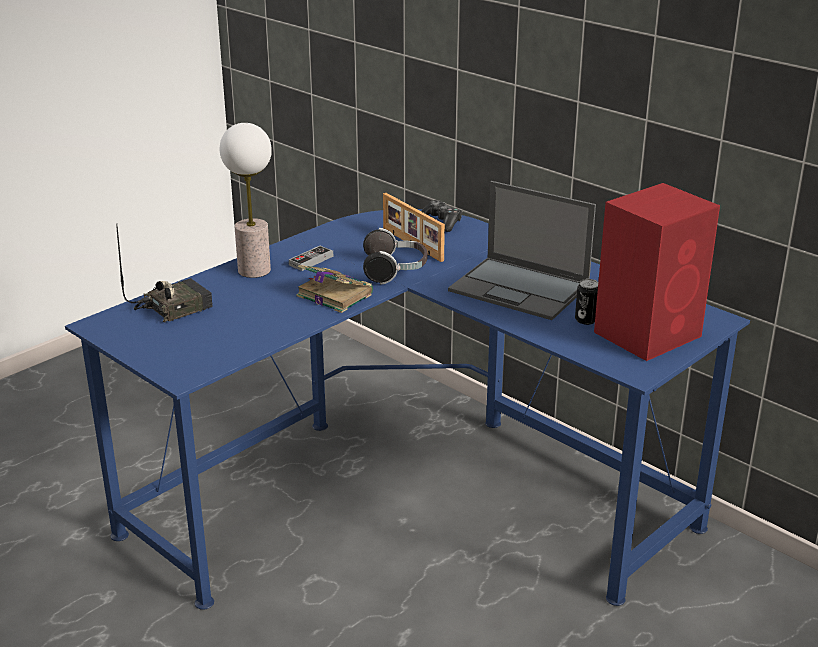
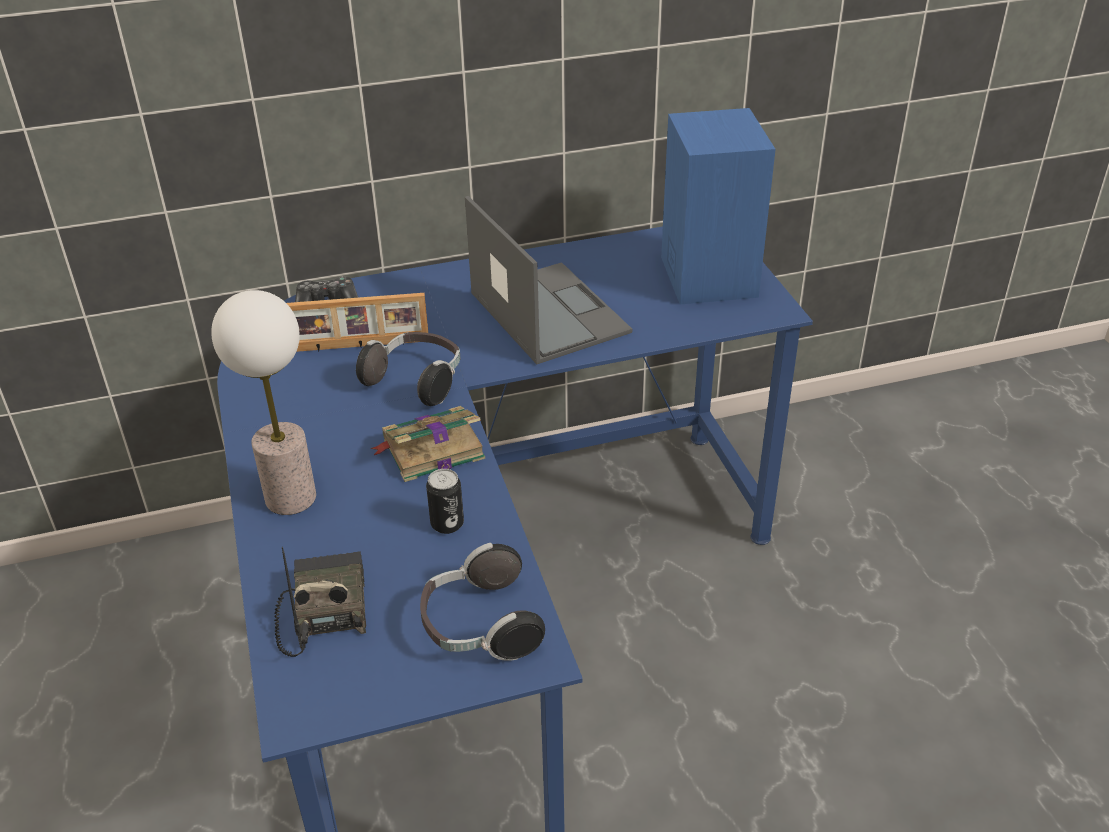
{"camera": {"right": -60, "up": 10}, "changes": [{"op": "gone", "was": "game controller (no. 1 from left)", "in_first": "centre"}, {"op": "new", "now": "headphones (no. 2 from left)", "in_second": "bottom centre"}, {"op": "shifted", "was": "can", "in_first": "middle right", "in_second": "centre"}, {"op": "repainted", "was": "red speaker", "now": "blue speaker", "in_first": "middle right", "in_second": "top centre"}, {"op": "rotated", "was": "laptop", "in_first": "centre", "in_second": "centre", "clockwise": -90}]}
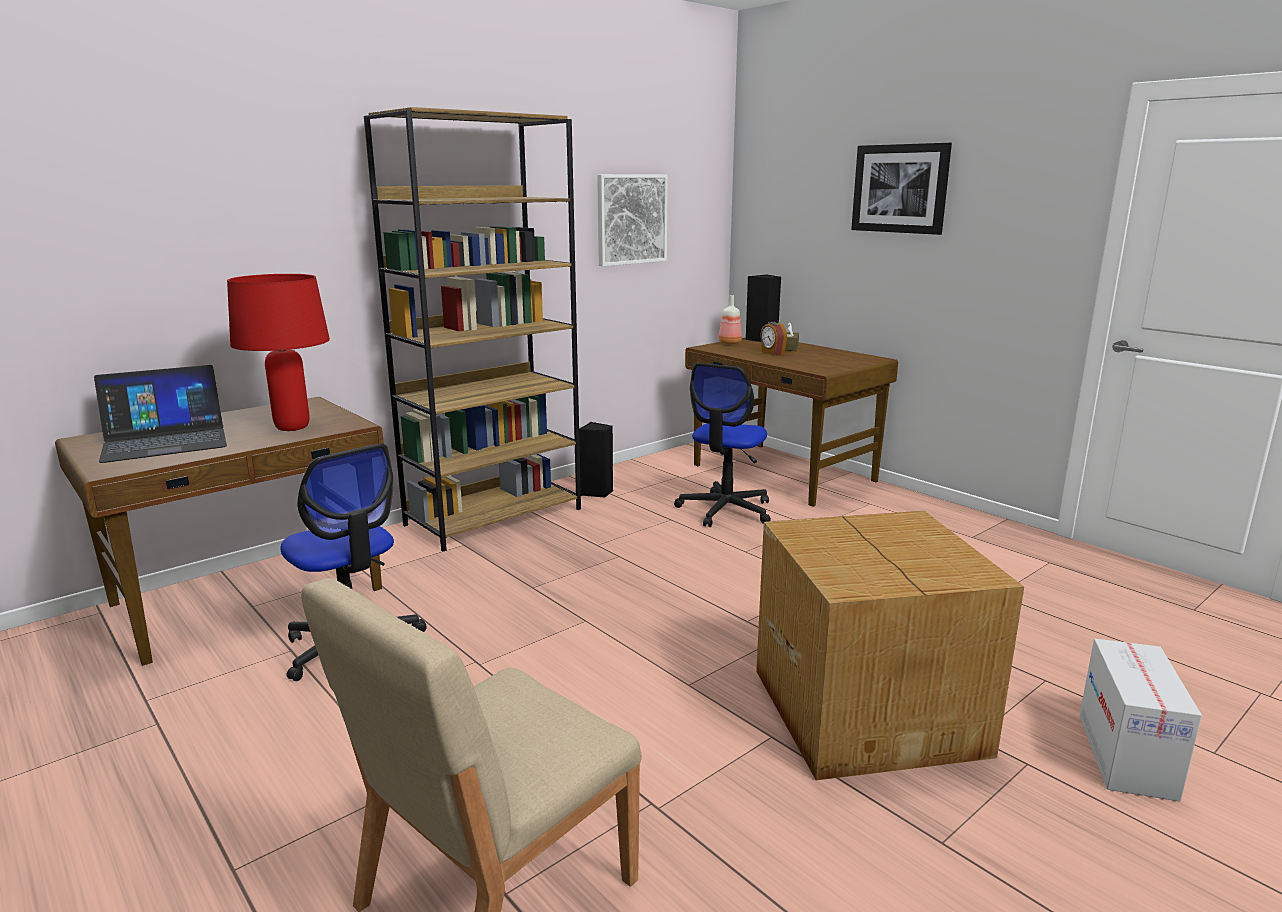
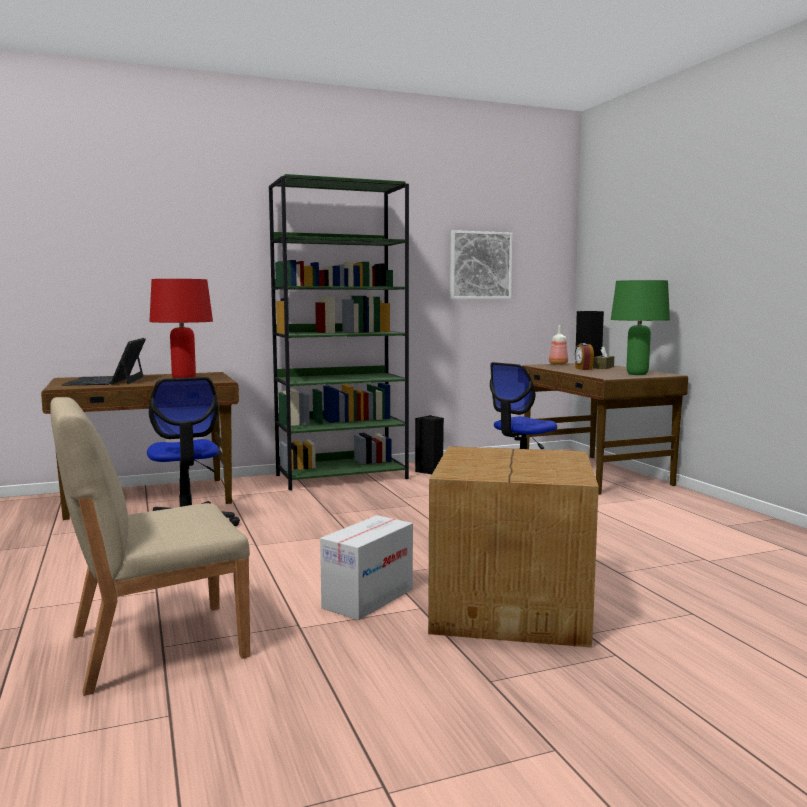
{"camera": {"right": 20, "up": -10}, "changes": [{"op": "gone", "was": "picture (no. 2 from left)", "in_first": "top right"}, {"op": "new", "now": "green table lamp", "in_second": "middle right"}, {"op": "shifted", "was": "cardboard box (no. 2 from left in the first image)", "now": "cardboard box (no. 1 from left)", "in_first": "bottom right", "in_second": "bottom centre"}, {"op": "repainted", "was": "brown bookcase", "now": "green bookcase", "in_first": "centre", "in_second": "centre"}, {"op": "rotated", "was": "laptop", "in_first": "middle left", "in_second": "middle left", "clockwise": 90}]}
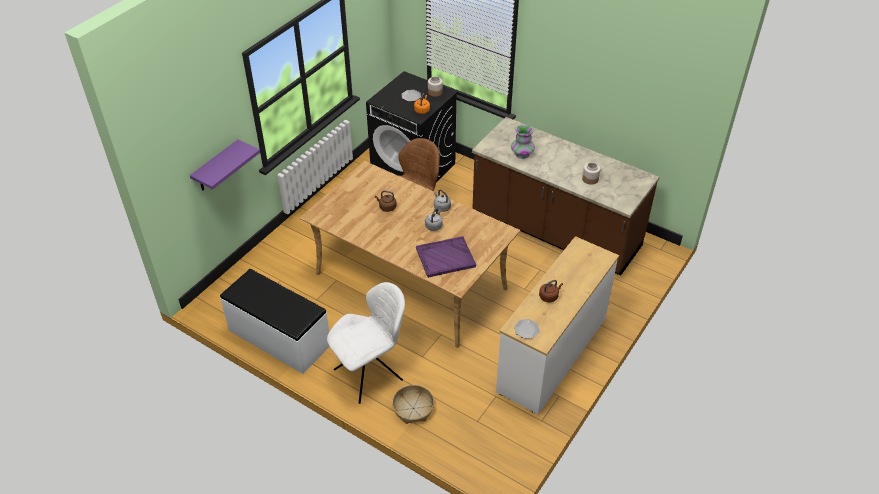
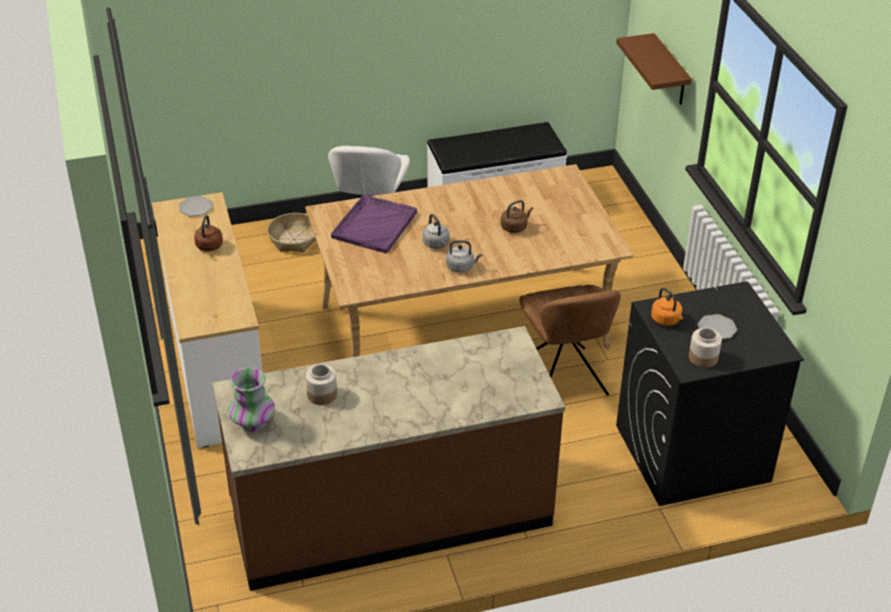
{"camera": {"right": 130, "up": -5}, "changes": [{"op": "shifted", "was": "vase", "in_first": "top centre", "in_second": "middle left"}, {"op": "repainted", "was": "purple shelf", "now": "brown shelf", "in_first": "middle left", "in_second": "top right"}]}
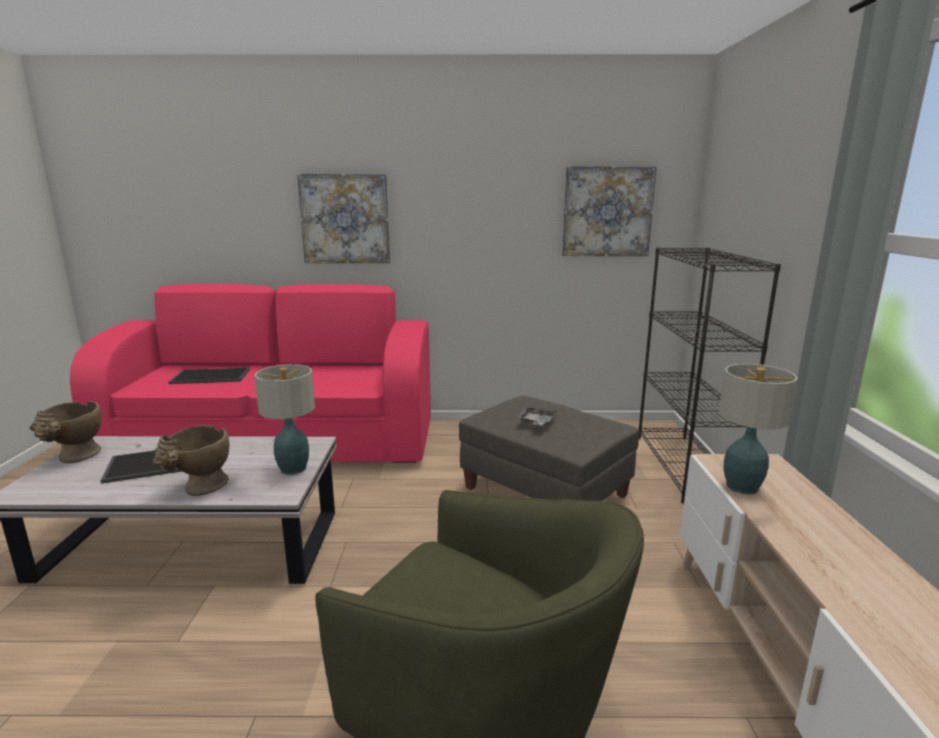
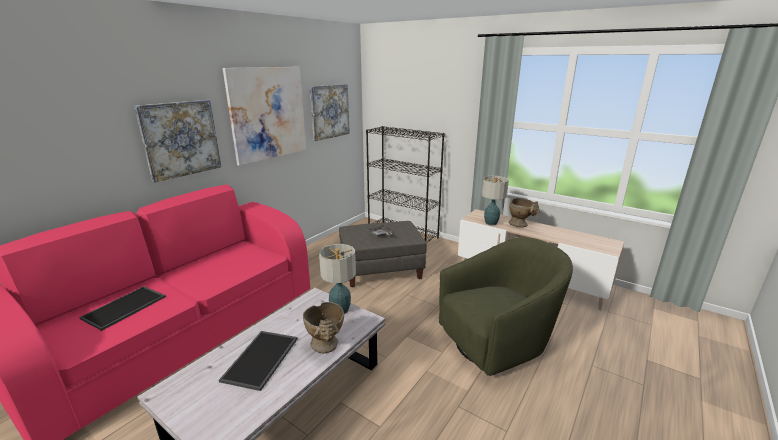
{"camera": {"right": -55, "up": 5}, "changes": [{"op": "new", "now": "picture (no. 2 from left)", "in_second": "top centre"}, {"op": "shifted", "was": "beige vase (no. 1 from left in the first image)", "now": "beige vase (no. 2 from left)", "in_first": "middle left", "in_second": "middle right"}]}
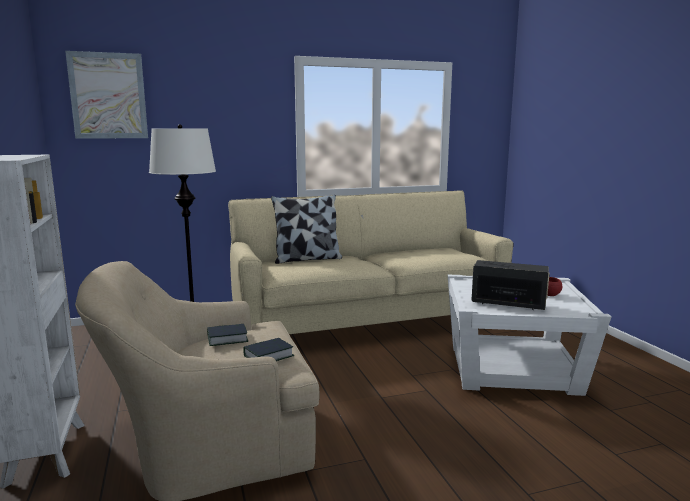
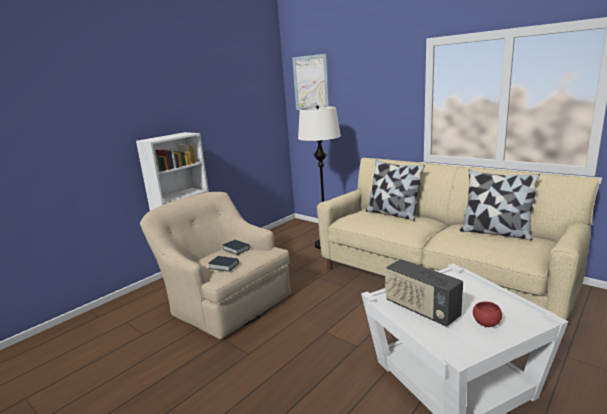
{"camera": {"right": 60, "up": 5}, "changes": [{"op": "new", "now": "pillow (no. 2 from left)", "in_second": "middle right"}, {"op": "rotated", "was": "radio", "in_first": "middle right", "in_second": "bottom right", "clockwise": 150}]}
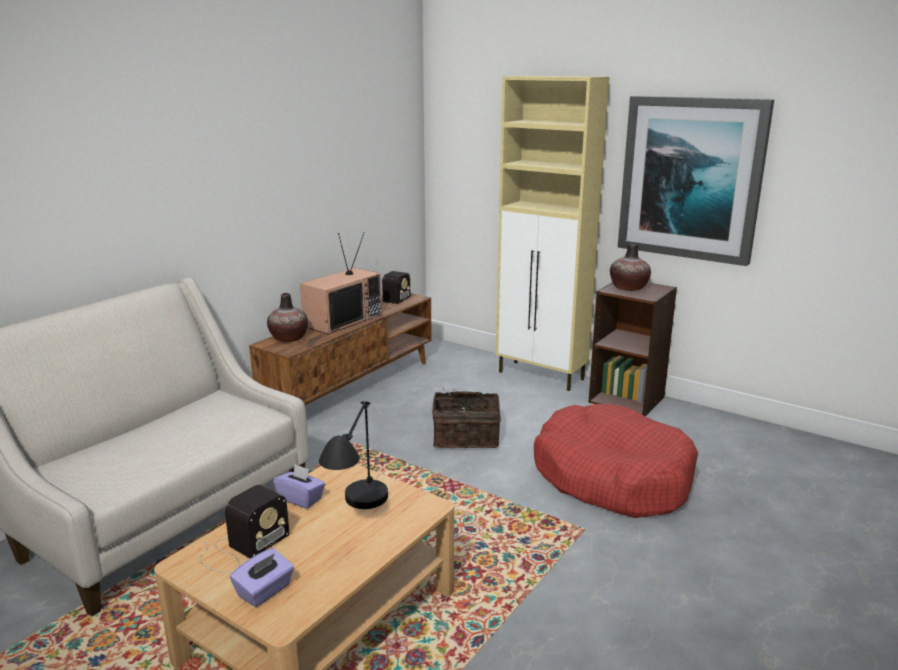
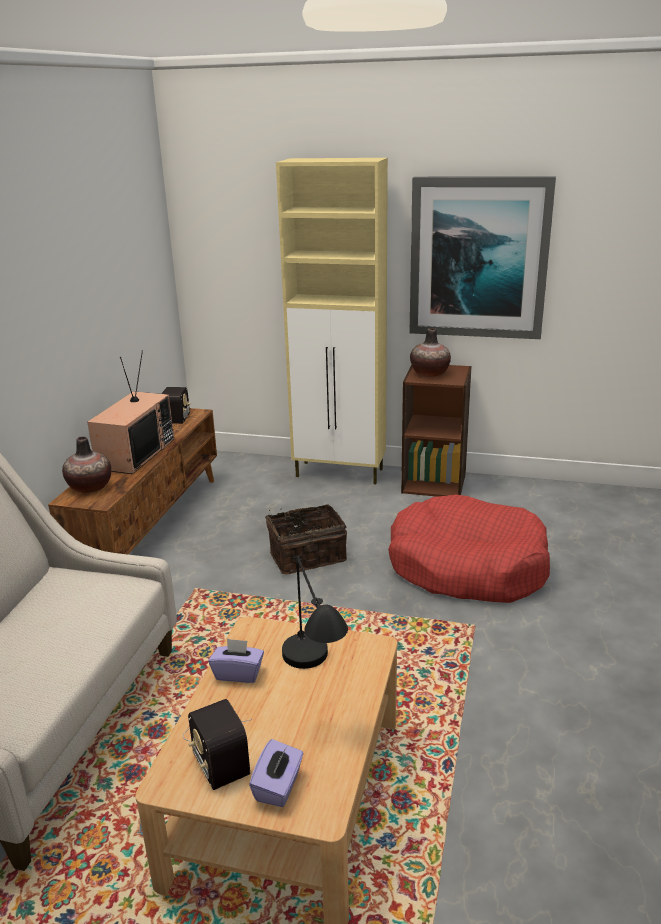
{"camera": {"right": -20, "up": 5}, "changes": [{"op": "rotated", "was": "radio (no. 1 from left in the first image)", "in_first": "bottom left", "in_second": "bottom left", "clockwise": 135}]}
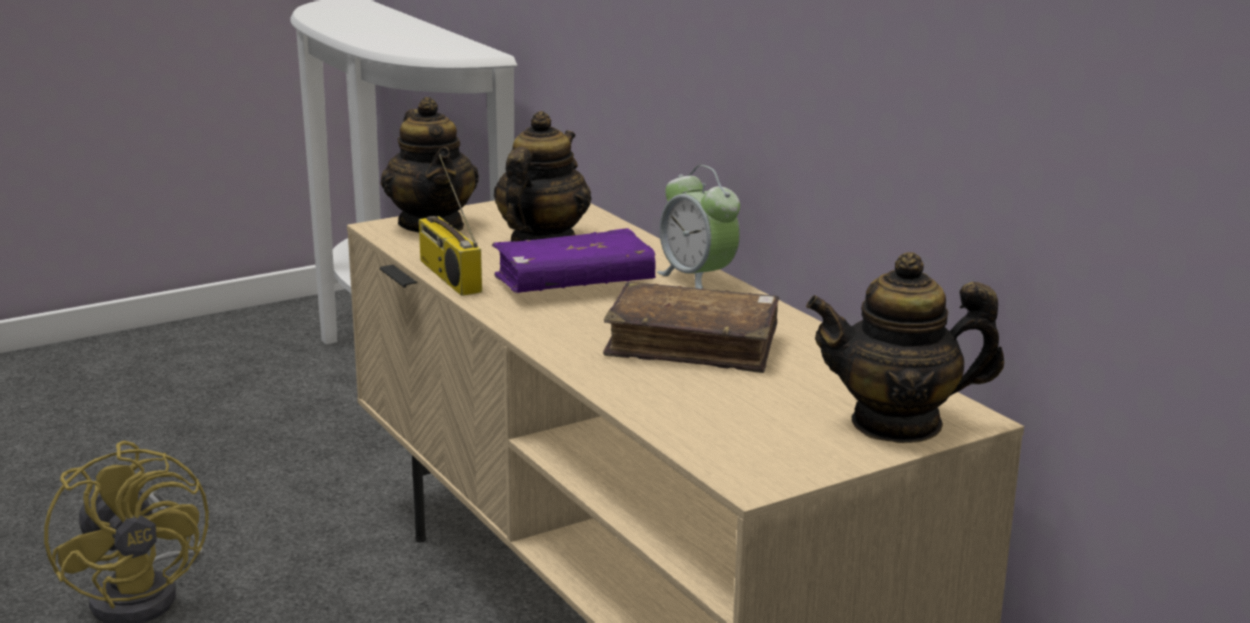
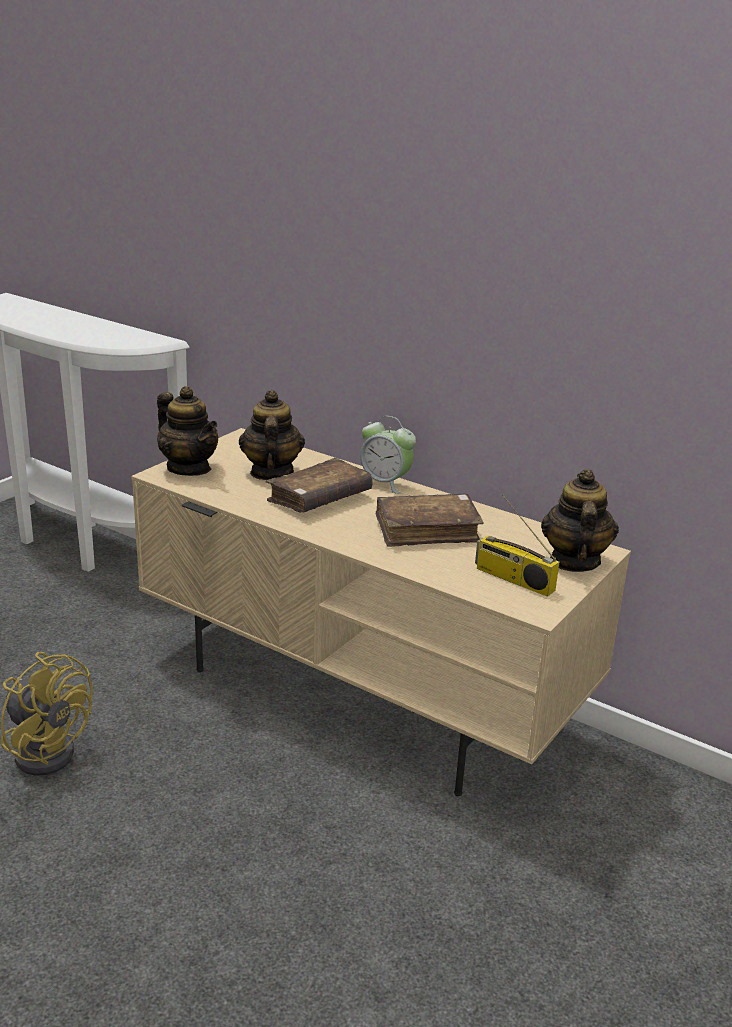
{"camera": {"right": -25, "up": 5}, "changes": [{"op": "shifted", "was": "radio", "in_first": "centre", "in_second": "middle right"}, {"op": "repainted", "was": "purple book", "now": "brown book (no. 1 from left)", "in_first": "centre", "in_second": "centre"}, {"op": "rotated", "was": "teapot (no. 3 from left)", "in_first": "middle right", "in_second": "middle right", "clockwise": 120}]}
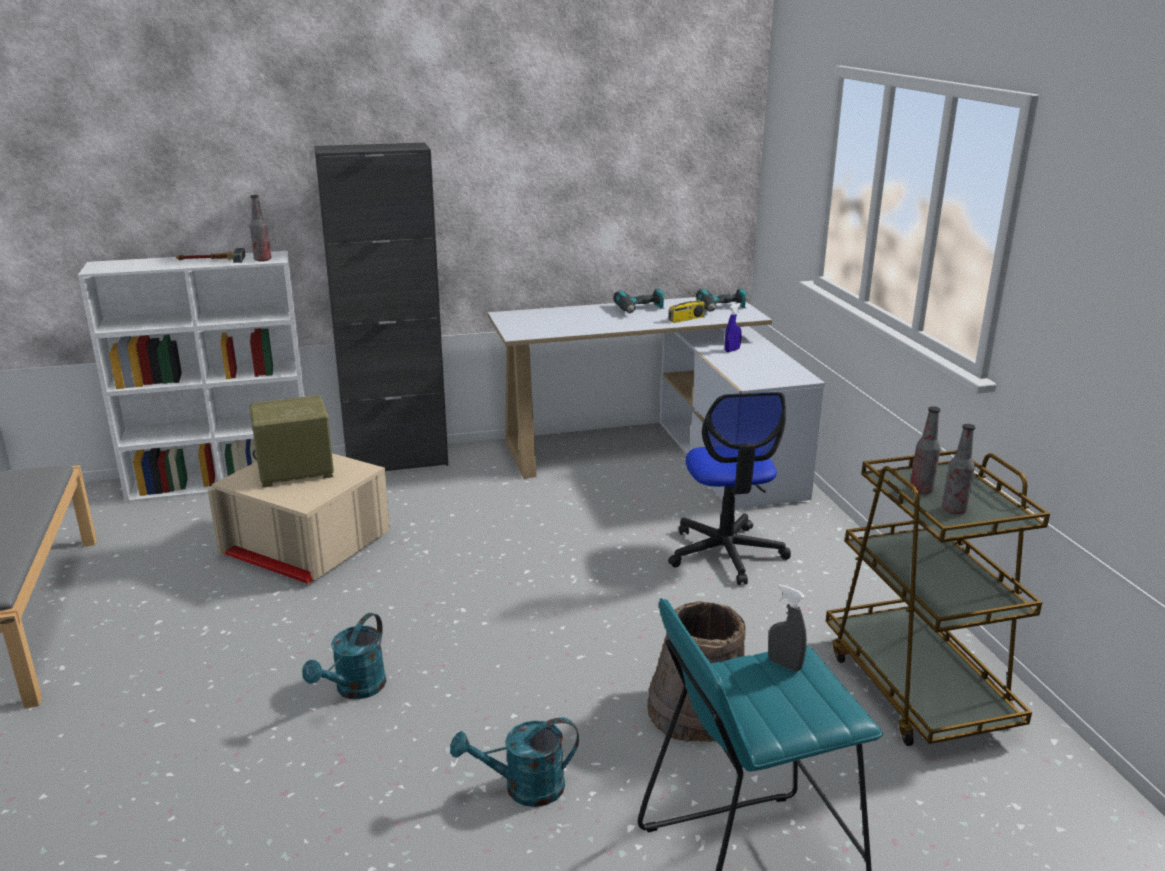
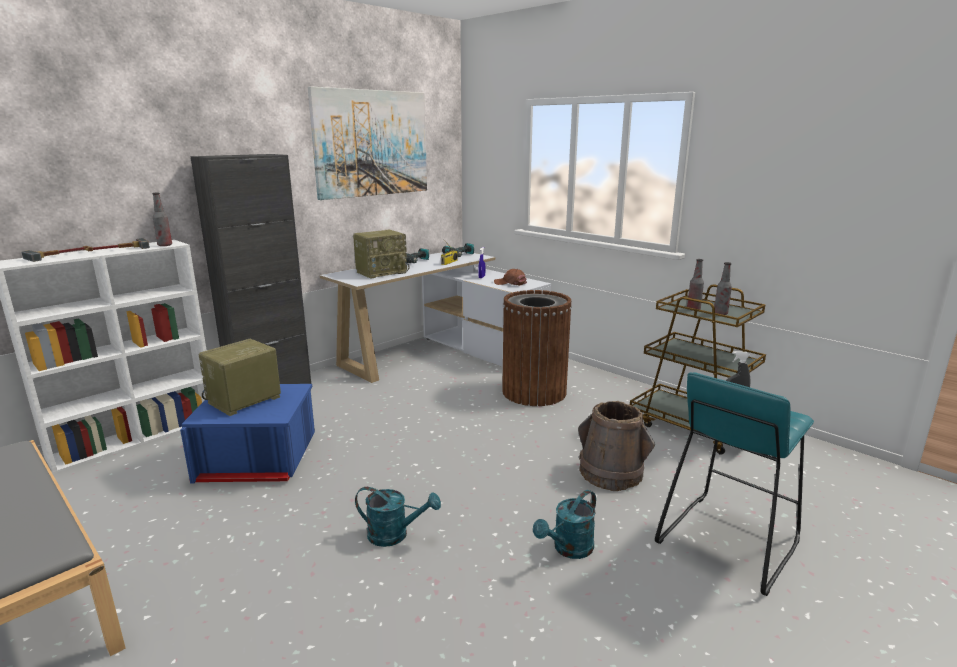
{"camera": {"right": -30, "up": -5}, "changes": [{"op": "new", "now": "hammer (no. 1 from left)", "in_second": "middle left"}, {"op": "new", "now": "picture", "in_second": "top centre"}, {"op": "new", "now": "radio (no. 2 from left)", "in_second": "centre"}, {"op": "new", "now": "brown cap", "in_second": "centre"}, {"op": "swapped", "was": "office chair", "now": "brown trash can", "in_first": "centre", "in_second": "centre"}, {"op": "repainted", "was": "beige storage box", "now": "blue storage box", "in_first": "middle left", "in_second": "middle left"}, {"op": "rotated", "was": "turquoise watering can (no. 1 from left)", "in_first": "bottom left", "in_second": "bottom centre", "clockwise": -75}]}
